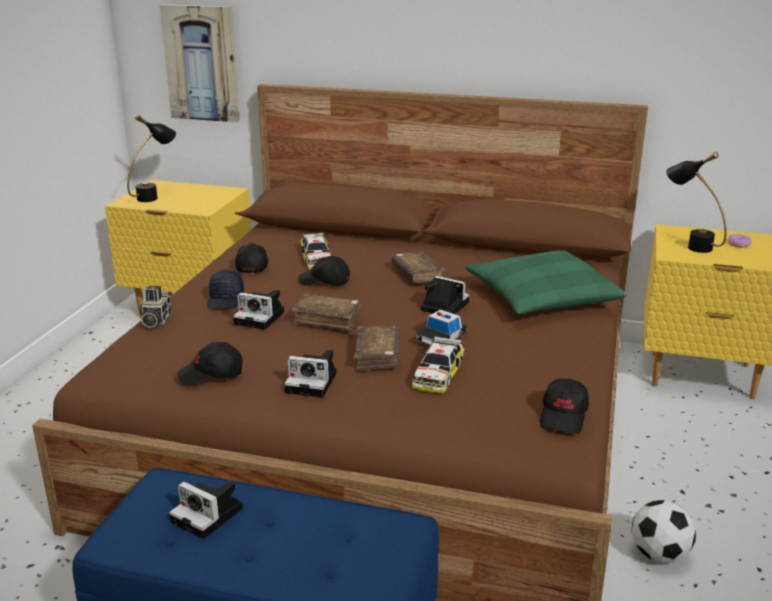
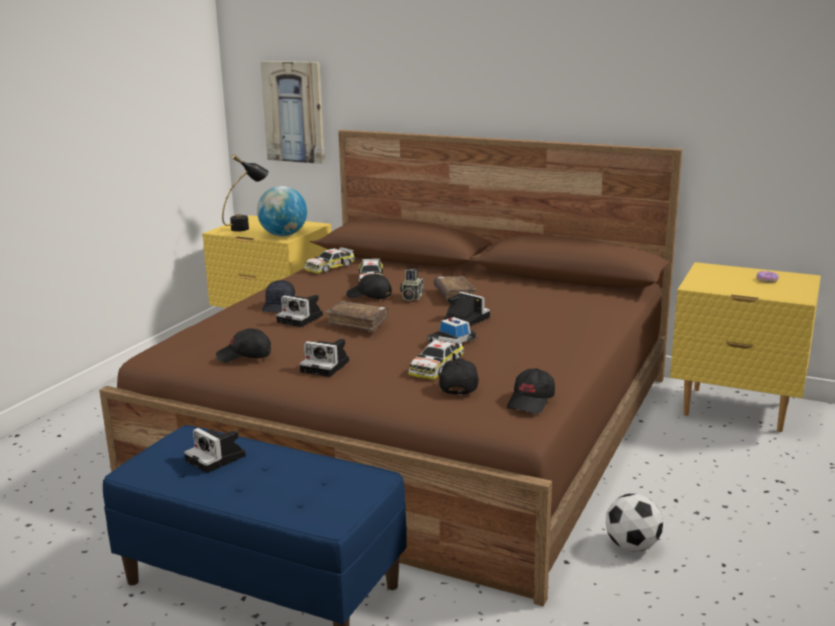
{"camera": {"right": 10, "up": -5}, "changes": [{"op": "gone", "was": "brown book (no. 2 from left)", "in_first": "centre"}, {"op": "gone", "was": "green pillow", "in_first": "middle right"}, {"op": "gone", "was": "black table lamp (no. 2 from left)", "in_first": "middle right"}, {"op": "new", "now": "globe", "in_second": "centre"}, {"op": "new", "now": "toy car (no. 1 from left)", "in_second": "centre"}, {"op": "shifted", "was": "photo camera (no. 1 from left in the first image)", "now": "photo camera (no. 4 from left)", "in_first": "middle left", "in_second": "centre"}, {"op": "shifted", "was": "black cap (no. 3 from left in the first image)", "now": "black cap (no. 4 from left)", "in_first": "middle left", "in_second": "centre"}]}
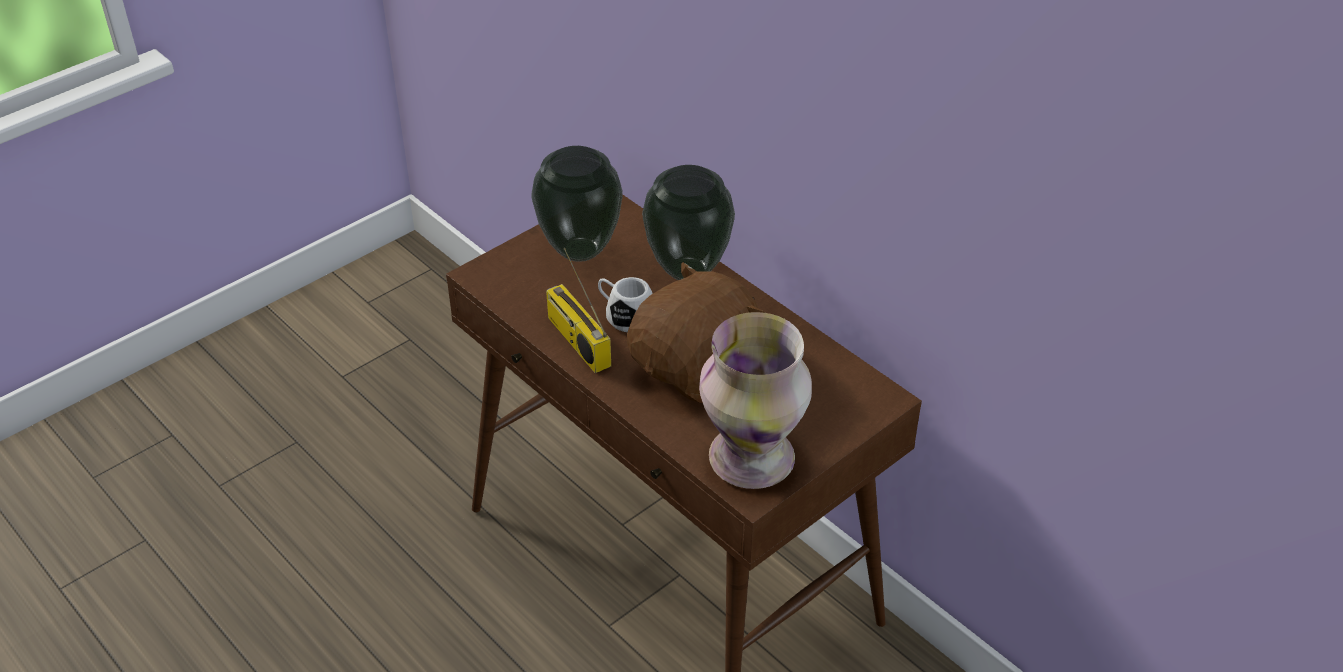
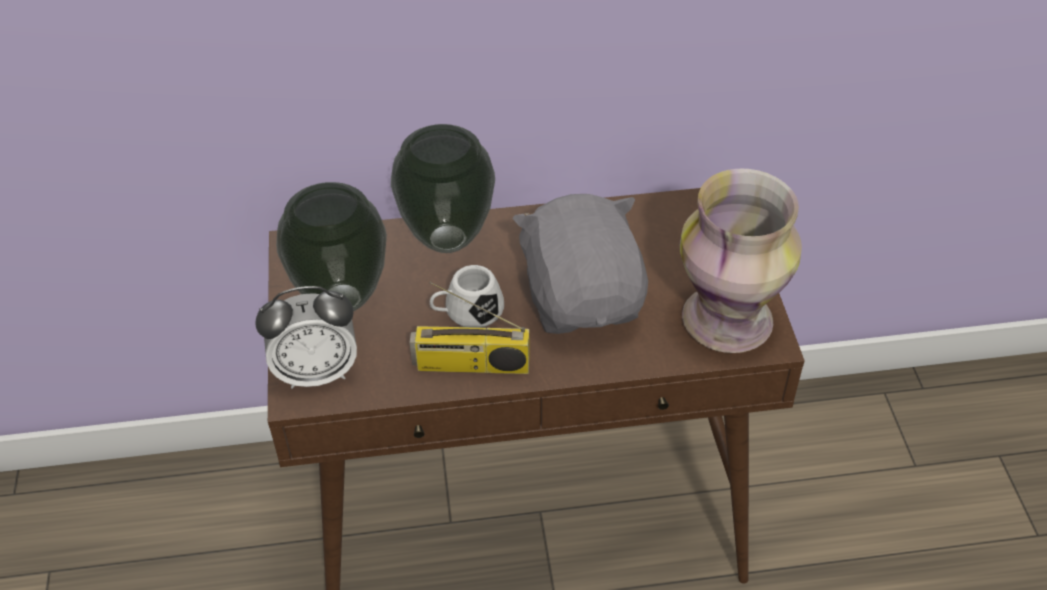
{"camera": {"right": -55, "up": 5}, "changes": [{"op": "new", "now": "alarm clock", "in_second": "middle left"}, {"op": "repainted", "was": "brown plush toy", "now": "grey plush toy", "in_first": "centre", "in_second": "centre"}]}
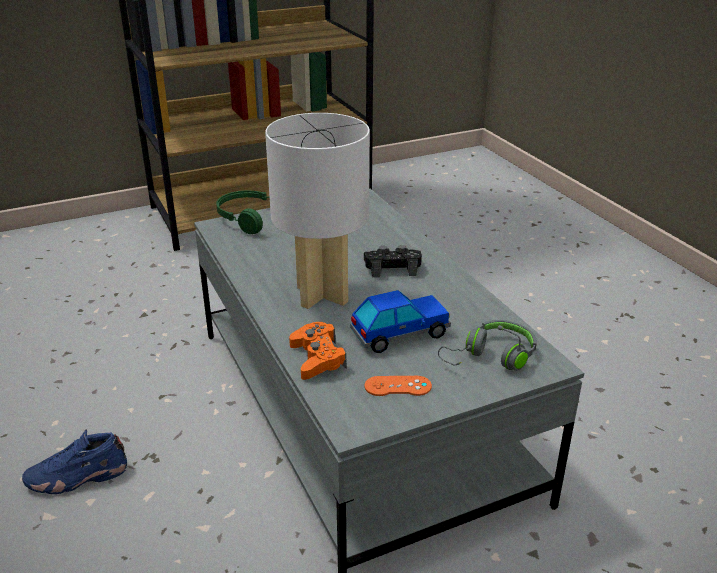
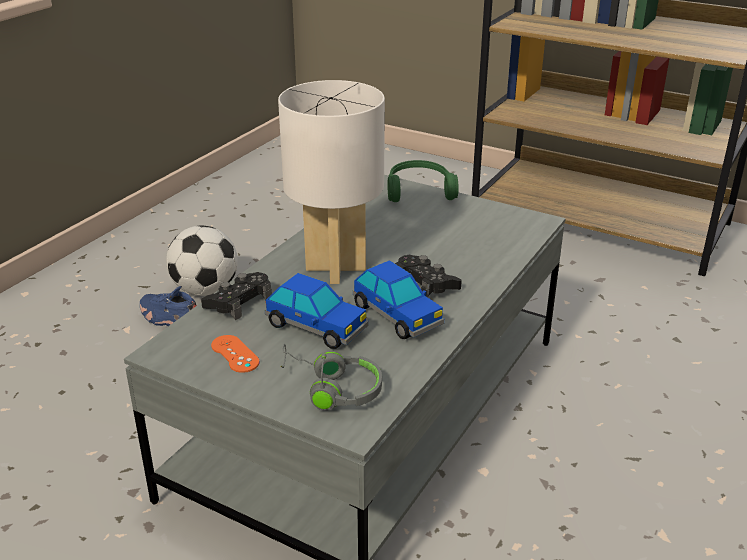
{"camera": {"right": 55, "up": 0}, "changes": [{"op": "new", "now": "football", "in_second": "middle left"}, {"op": "new", "now": "toy car (no. 2 from left)", "in_second": "centre"}, {"op": "repainted", "was": "orange game controller (no. 1 from left)", "now": "black game controller (no. 1 from left)", "in_first": "centre", "in_second": "middle left"}]}
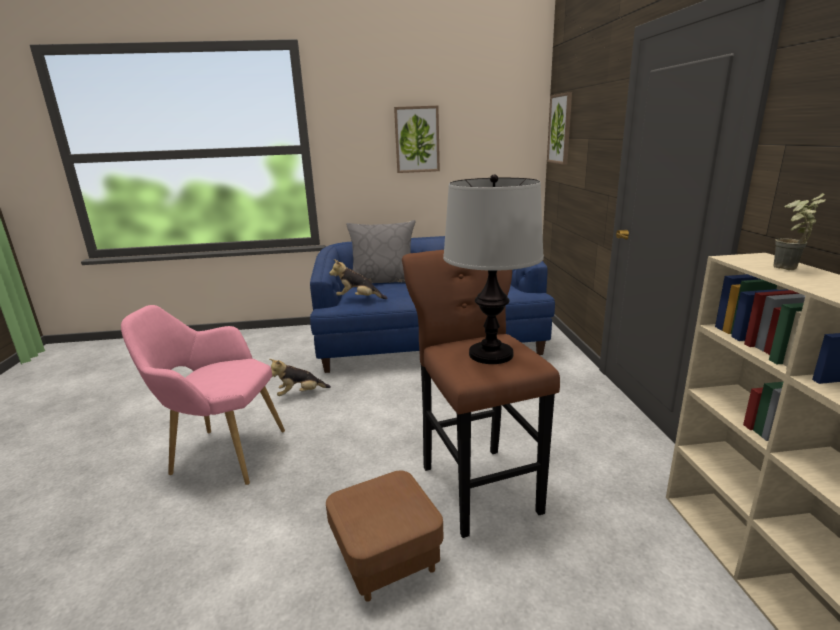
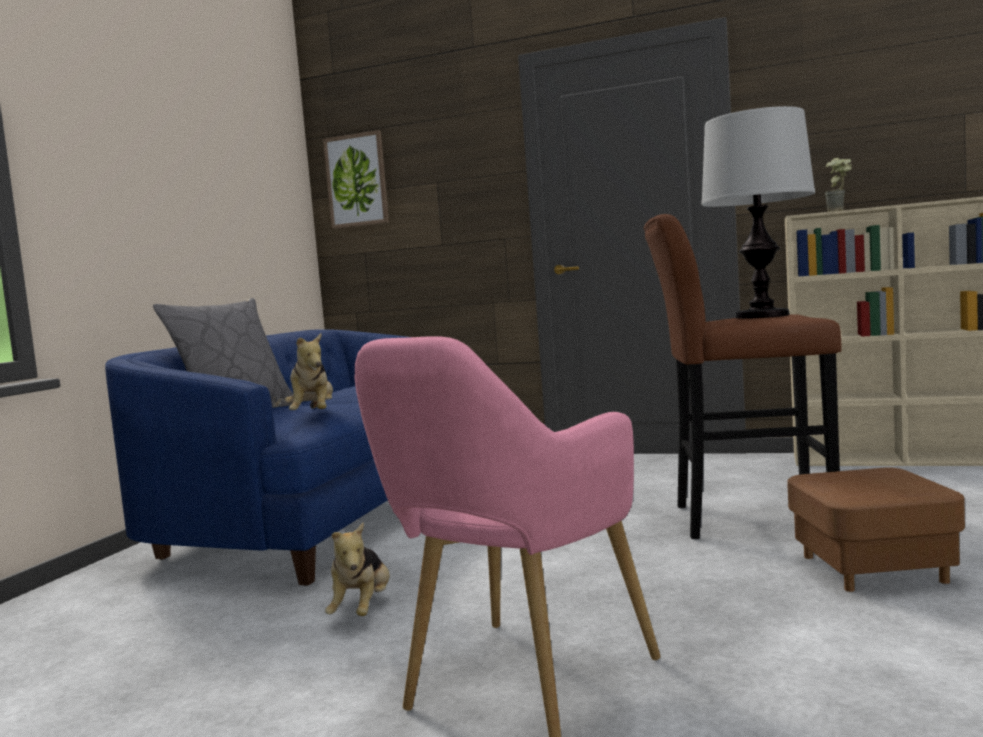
{"camera": {"right": -65, "up": -15}, "changes": [{"op": "gone", "was": "picture (no. 1 from left)", "in_first": "top centre"}, {"op": "rotated", "was": "plush toy (no. 2 from left in the first image)", "in_first": "centre", "in_second": "middle left", "clockwise": -45}]}
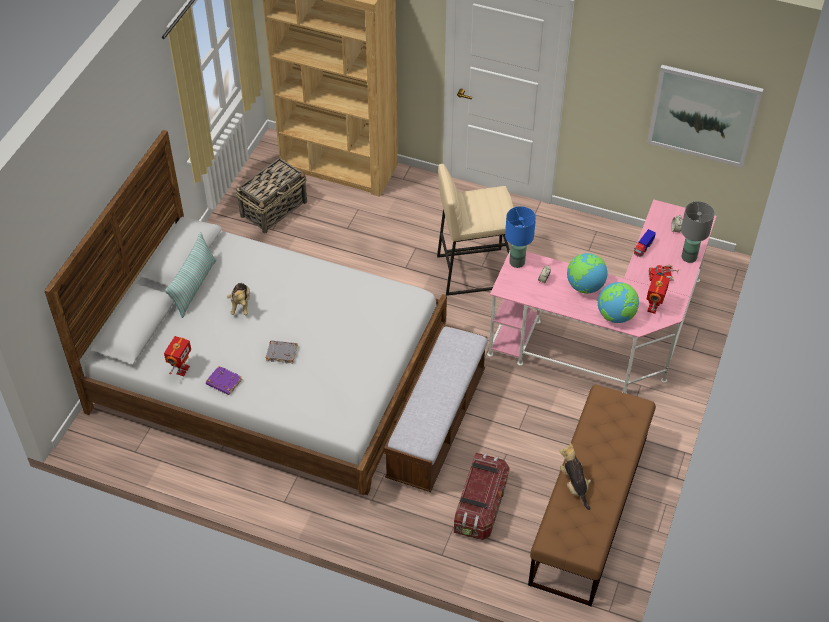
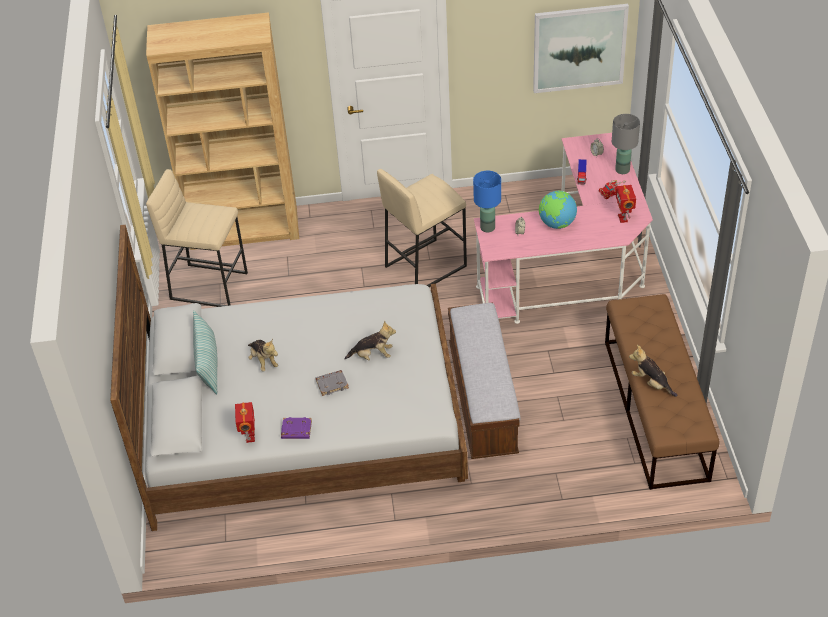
{"camera": {"right": -25, "up": -5}, "changes": [{"op": "gone", "was": "storage box", "in_first": "bottom centre"}, {"op": "gone", "was": "globe (no. 2 from left)", "in_first": "middle right"}, {"op": "new", "now": "plush toy (no. 2 from left)", "in_second": "centre"}, {"op": "swapped", "was": "basket", "now": "beige stool (no. 1 from left)", "in_first": "top left", "in_second": "middle left"}]}
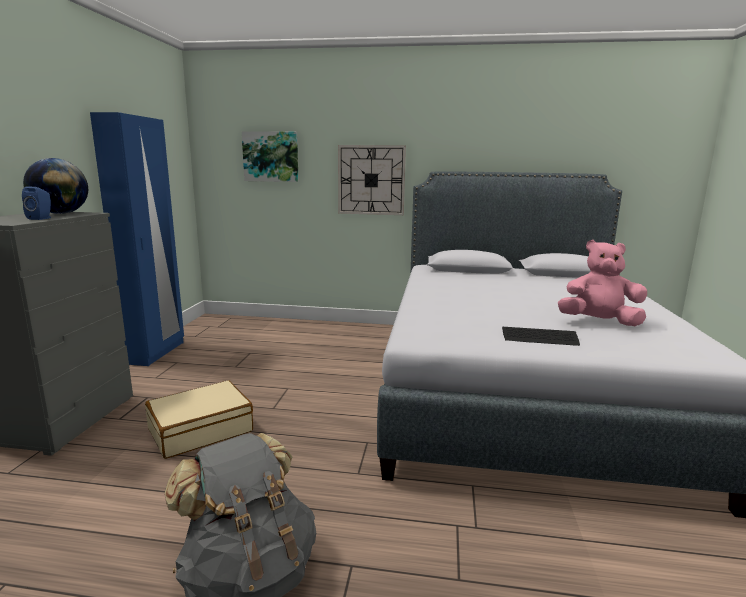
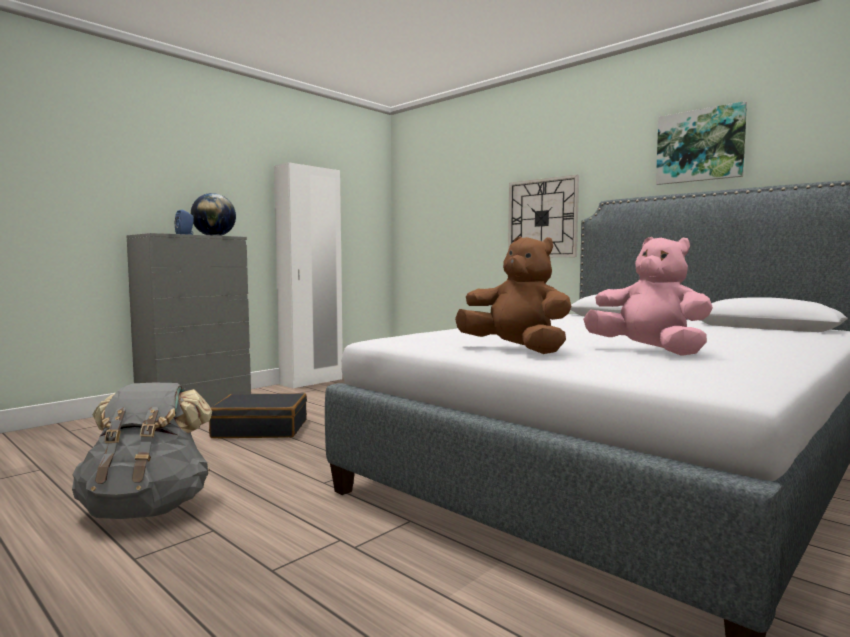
{"camera": {"right": 35, "up": -10}, "changes": [{"op": "shifted", "was": "picture", "in_first": "top centre", "in_second": "top right"}, {"op": "swapped", "was": "keyboard", "now": "brown plush toy", "in_first": "middle right", "in_second": "centre"}, {"op": "repainted", "was": "blue wardrobe", "now": "white wardrobe", "in_first": "middle left", "in_second": "centre"}, {"op": "repainted", "was": "beige suitcase", "now": "black suitcase", "in_first": "bottom left", "in_second": "middle left"}]}
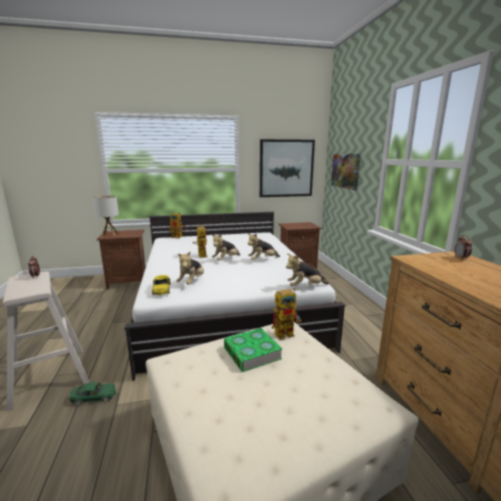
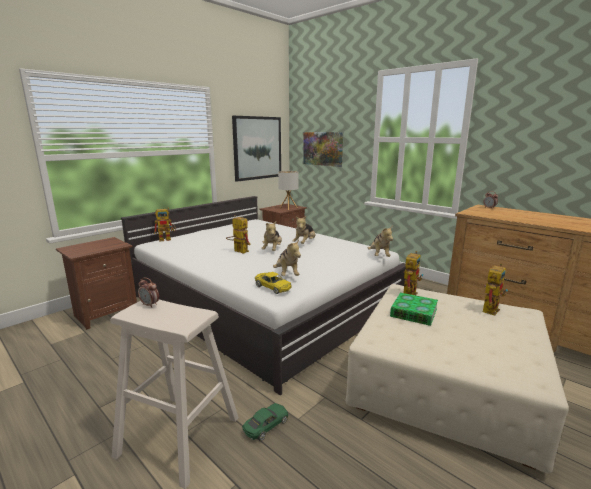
{"camera": {"right": -35, "up": 0}, "changes": [{"op": "new", "now": "toy robot (no. 4 from left)", "in_second": "middle right"}, {"op": "shifted", "was": "table lamp", "in_first": "middle left", "in_second": "centre"}, {"op": "rotated", "was": "plush toy (no. 4 from left)", "in_first": "centre", "in_second": "centre", "clockwise": -45}]}
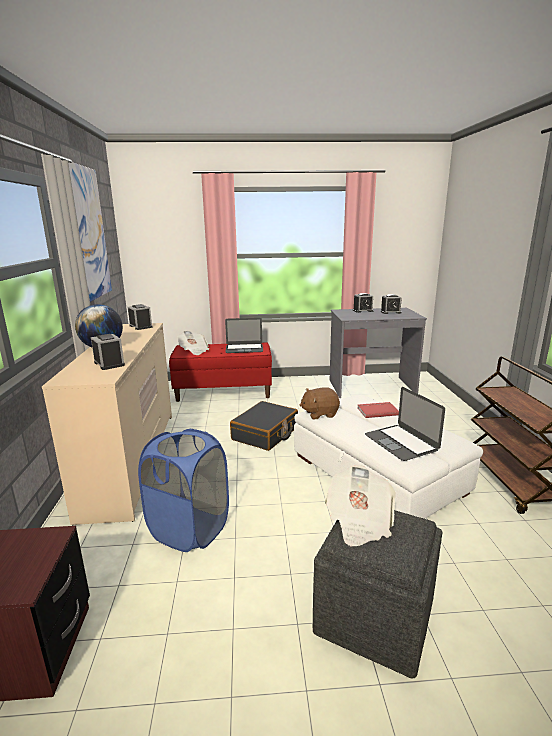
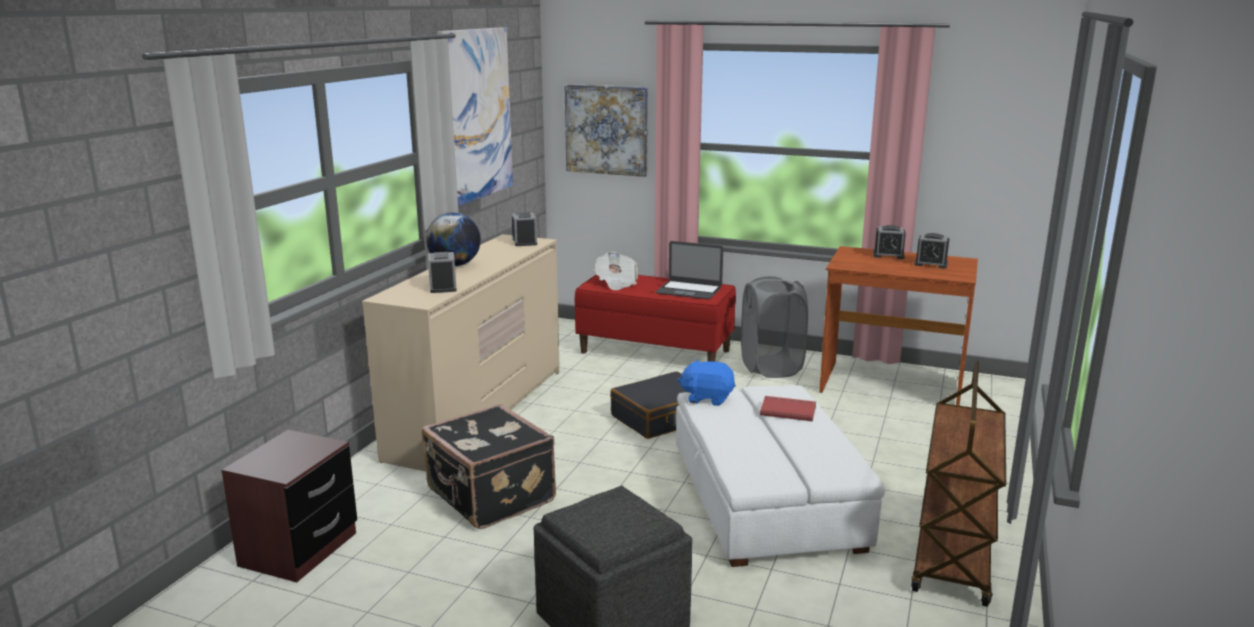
{"camera": {"right": 25, "up": 0}, "changes": [{"op": "gone", "was": "newspaper (no. 2 from left)", "in_first": "bottom centre"}, {"op": "gone", "was": "laptop (no. 2 from left)", "in_first": "middle right"}, {"op": "new", "now": "picture (no. 2 from left)", "in_second": "top centre"}, {"op": "new", "now": "grey laundry basket", "in_second": "centre"}, {"op": "swapped", "was": "blue laundry basket", "now": "black suitcase (no. 1 from left)", "in_first": "middle left", "in_second": "bottom centre"}, {"op": "repainted", "was": "brown plush toy", "now": "blue plush toy", "in_first": "centre", "in_second": "centre"}, {"op": "repainted", "was": "grey desk", "now": "brown desk", "in_first": "middle right", "in_second": "middle right"}]}
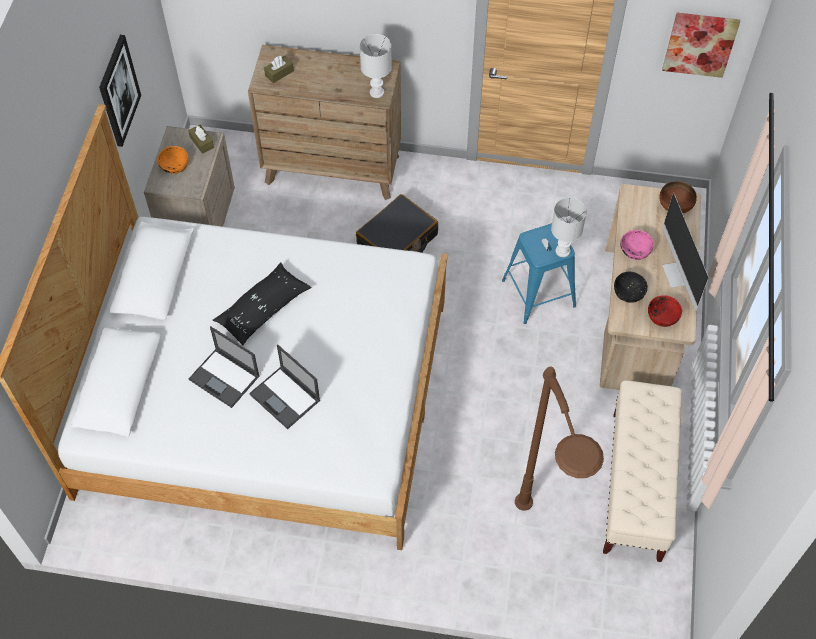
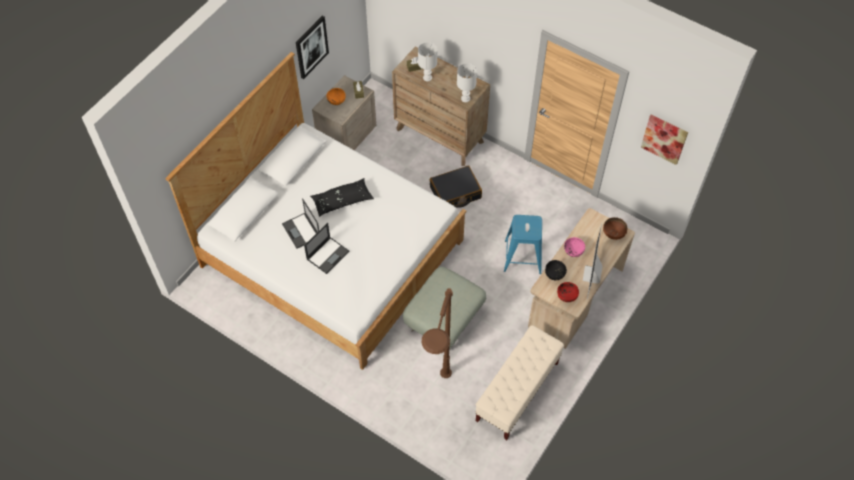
{"camera": {"right": 25, "up": 0}, "changes": [{"op": "new", "now": "grey ottoman", "in_second": "centre"}, {"op": "shifted", "was": "white table lamp (no. 2 from left in the first image)", "now": "white table lamp (no. 1 from left)", "in_first": "middle right", "in_second": "top centre"}, {"op": "rotated", "was": "laptop (no. 2 from left)", "in_first": "centre", "in_second": "centre", "clockwise": -120}]}
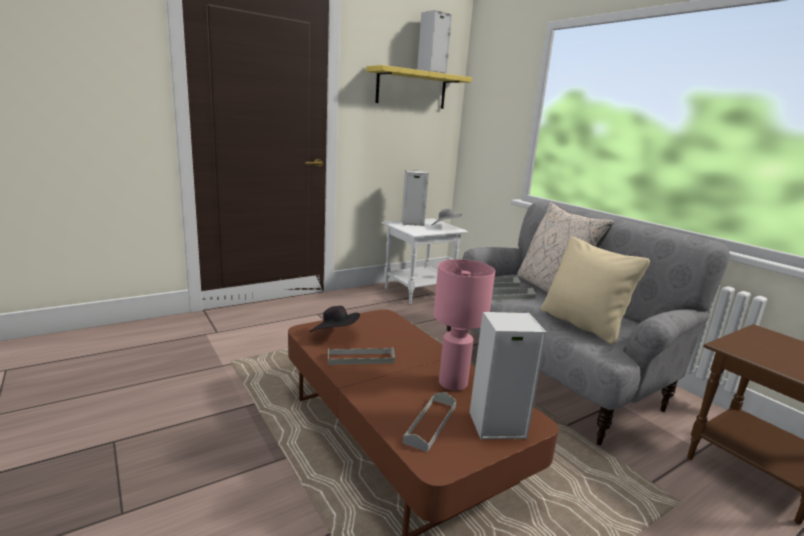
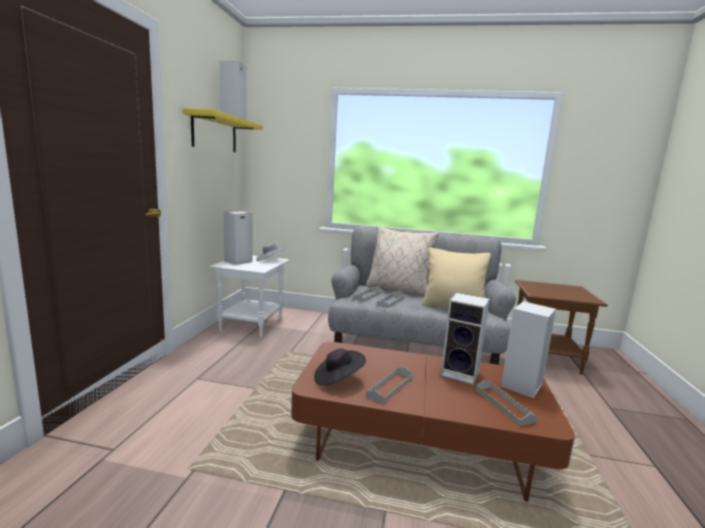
{"camera": {"right": -45, "up": -5}, "changes": [{"op": "swapped", "was": "pink table lamp", "now": "speaker (no. 3 from left)", "in_first": "centre", "in_second": "centre"}]}
